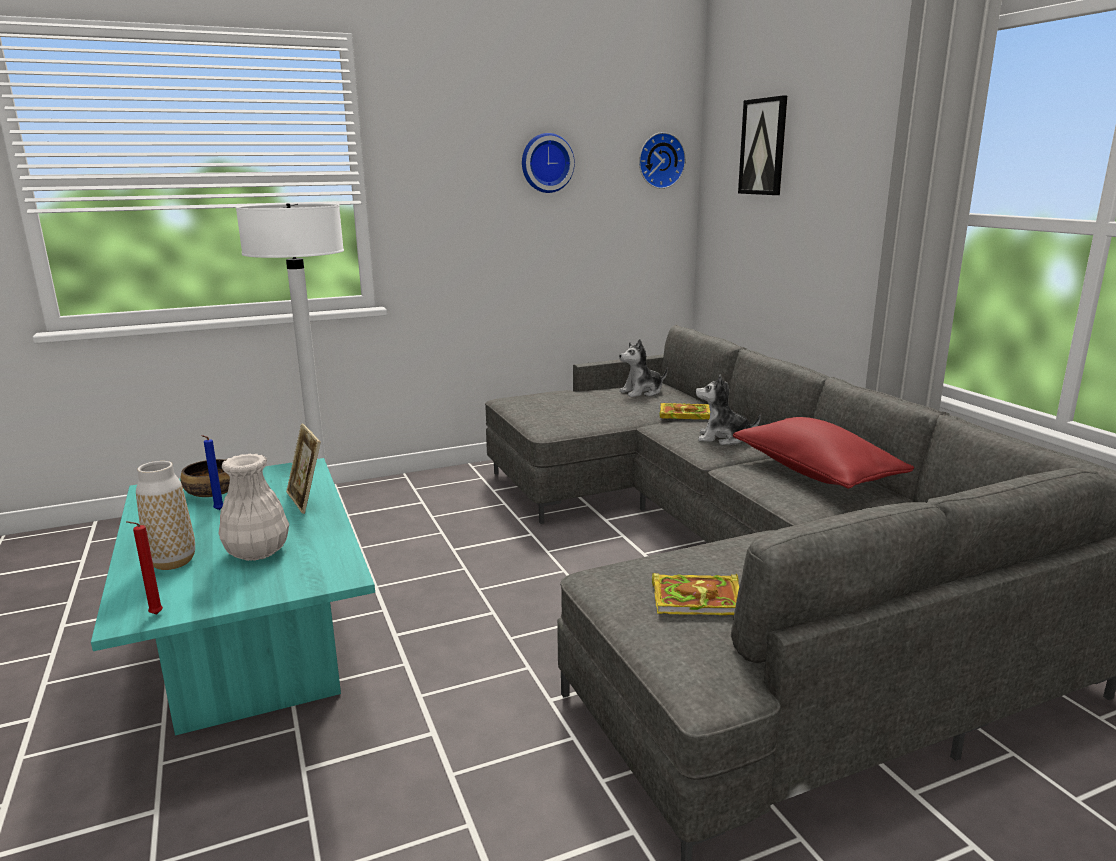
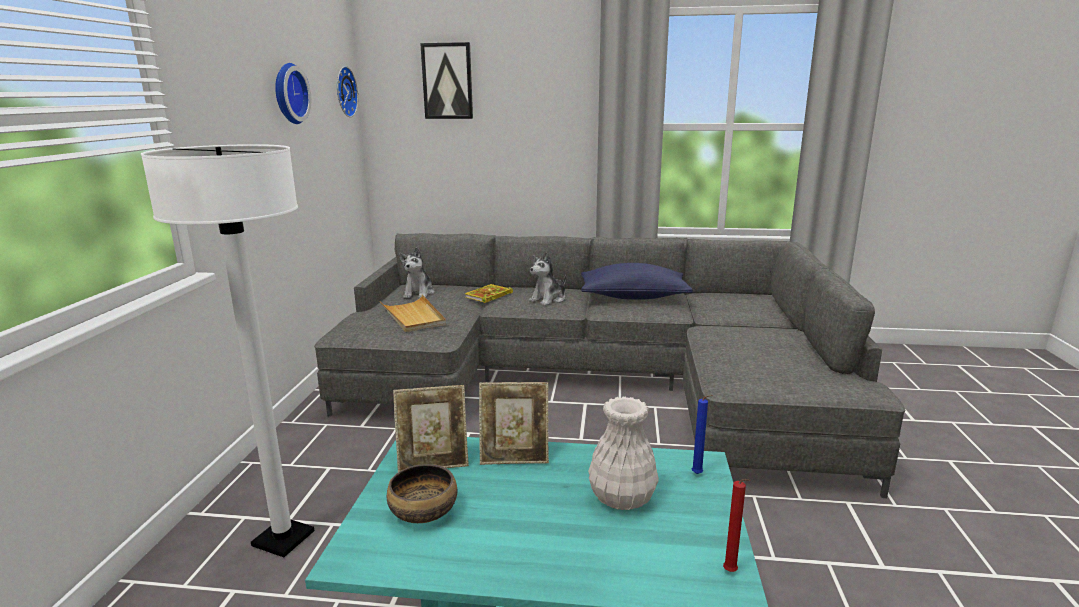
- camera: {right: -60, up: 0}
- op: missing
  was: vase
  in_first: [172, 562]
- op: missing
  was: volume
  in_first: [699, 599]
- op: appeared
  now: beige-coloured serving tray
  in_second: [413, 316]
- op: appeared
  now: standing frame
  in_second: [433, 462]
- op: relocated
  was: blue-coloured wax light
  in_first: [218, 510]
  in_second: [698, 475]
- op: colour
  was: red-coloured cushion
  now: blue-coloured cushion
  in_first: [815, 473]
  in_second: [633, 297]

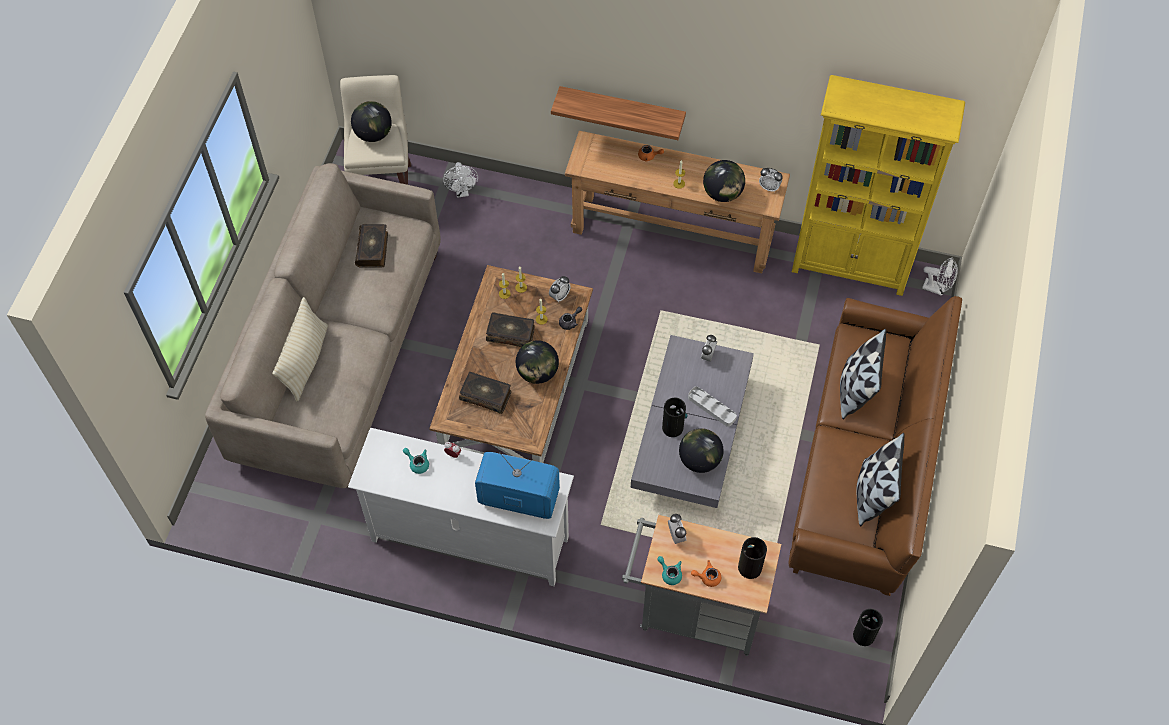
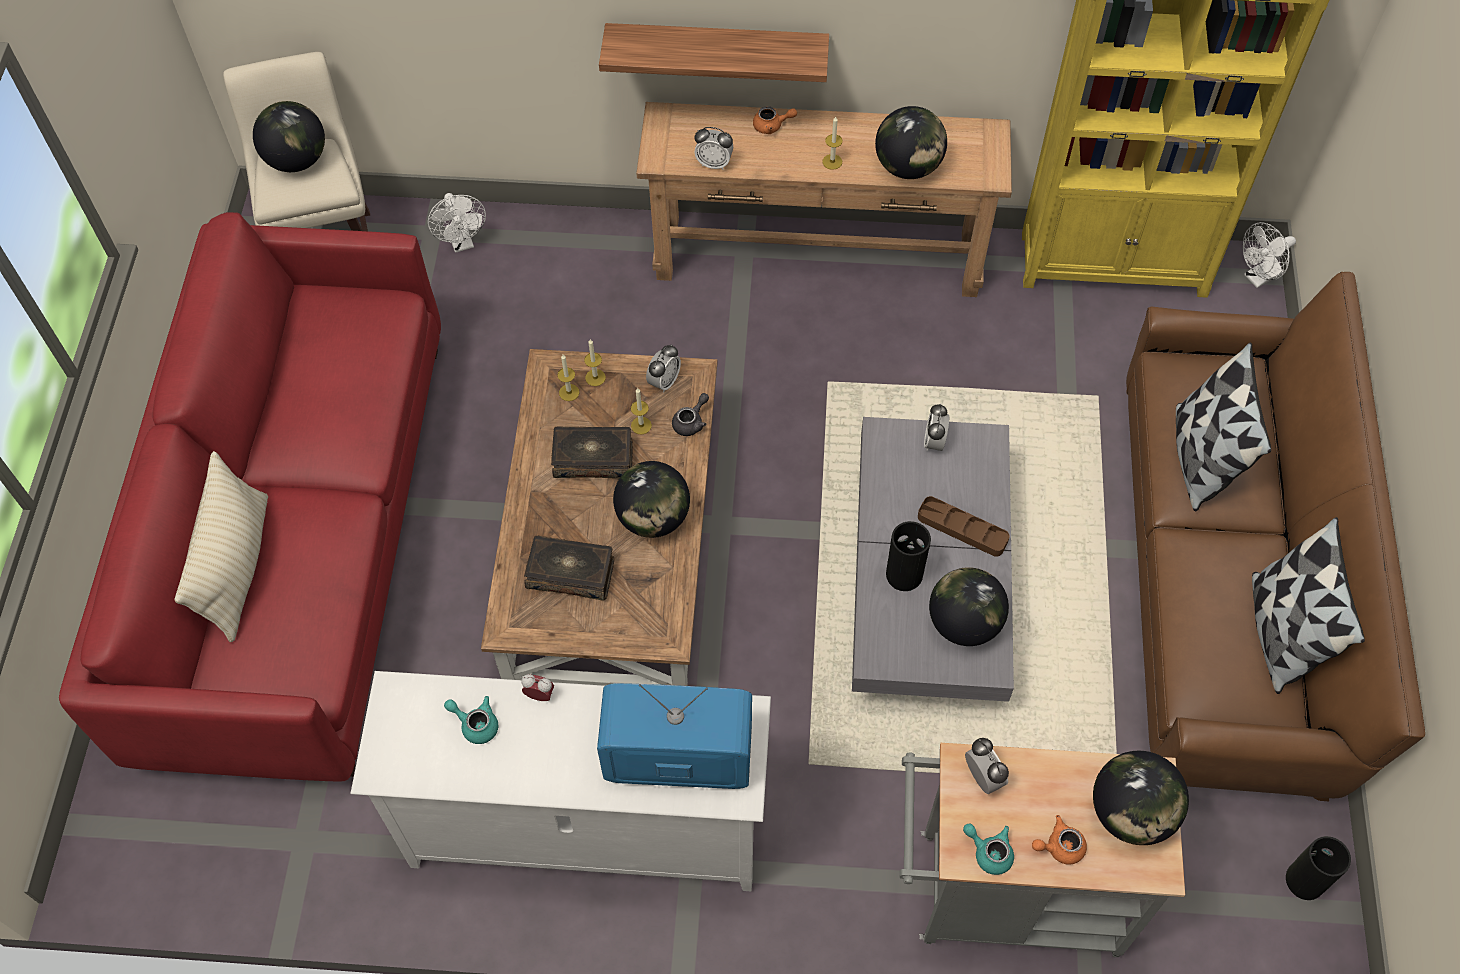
- camera: {right: -10, up: 0}
- op: missing
  was: volume
  in_first: [373, 249]
- op: relocated
  was: table clock
  in_first: [769, 187]
  in_second: [714, 163]
- op: exchanged
  was: vase
  now: world globe
  in_first: [749, 567]
  in_second: [1130, 813]
- op: colour
  was: beige-coloured settee
  now: red-coloured settee
  in_first: [339, 353]
  in_second: [299, 541]
- op: colour
  was: grey serving tray
  now: brown serving tray
  in_first: [711, 408]
  in_second: [962, 529]
- op: spun
  was: white-coloured fan
  in_first: [937, 288]
  in_second: [1258, 278]
  clockwise: 135

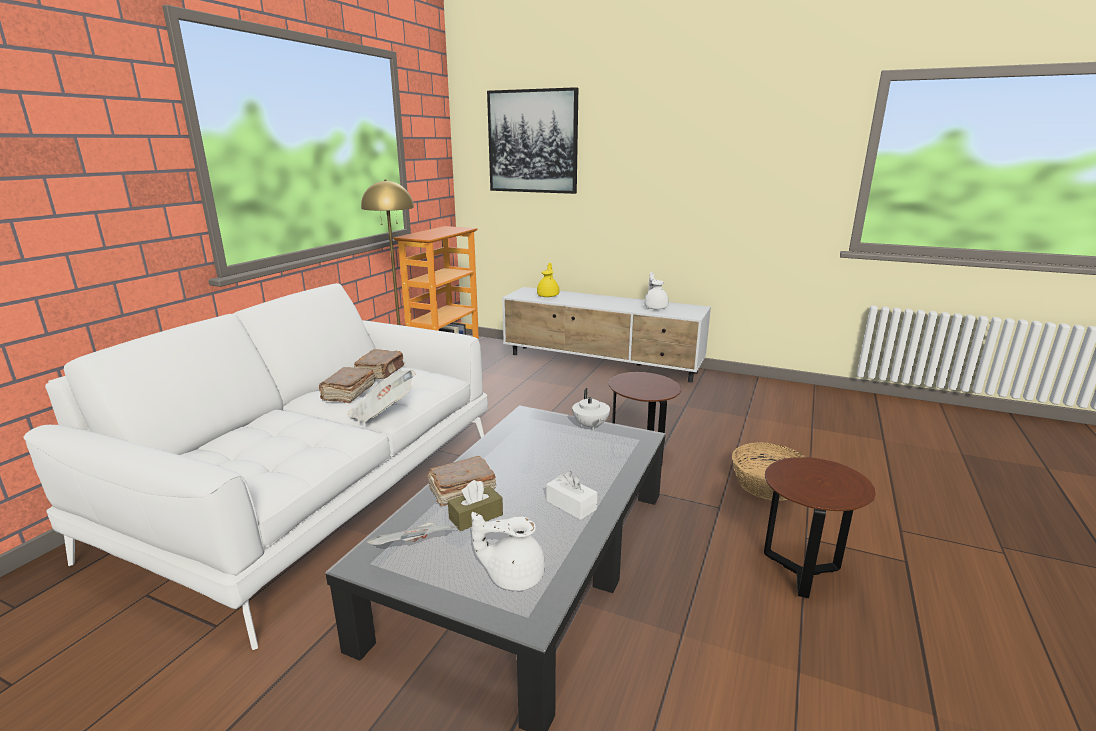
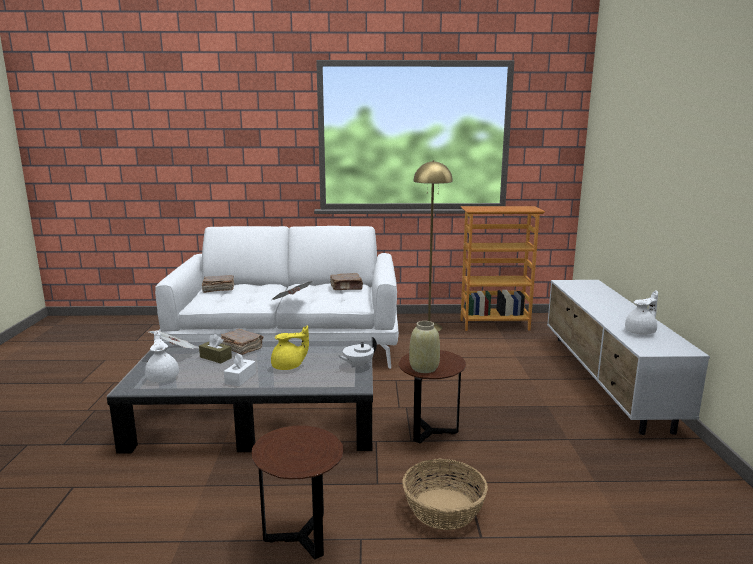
- camera: {right: 65, up: -5}
- op: missing
  was: picture
  in_first: [532, 142]
- op: appeared
  now: beige-coloured vase
  in_second: [423, 368]
- op: relocated
  was: brown volume
  in_first: [348, 393]
  in_second: [218, 289]
- op: relocated
  was: yellow-coloured tea pot
  in_first: [548, 295]
  in_second: [289, 367]

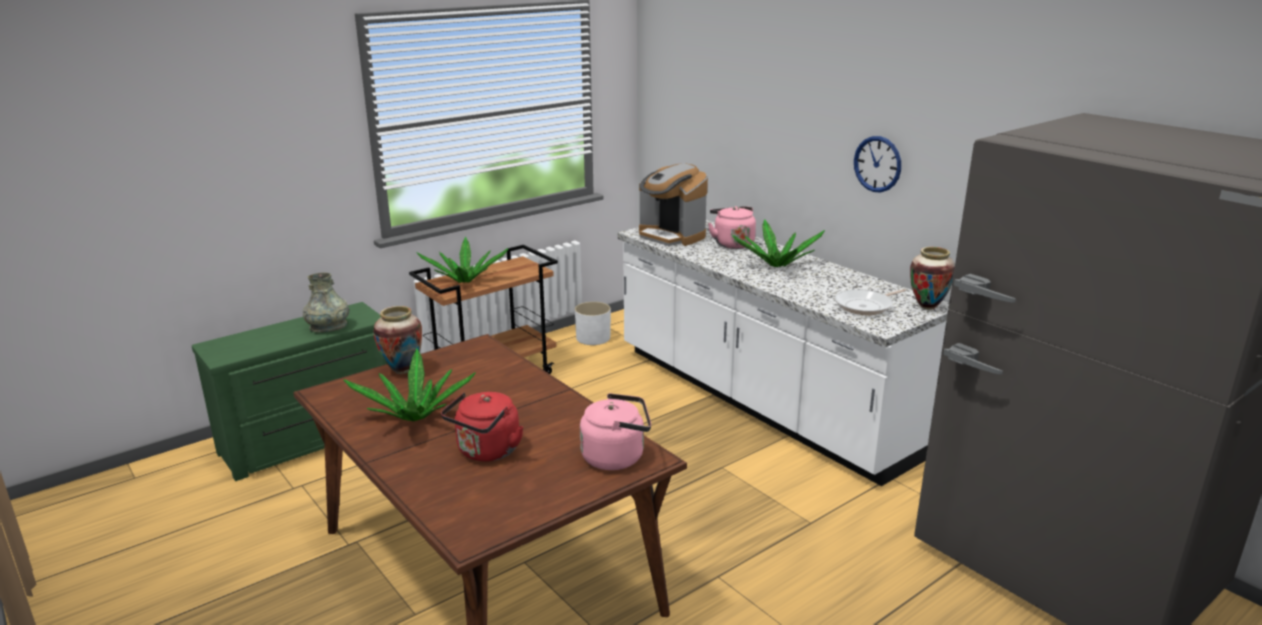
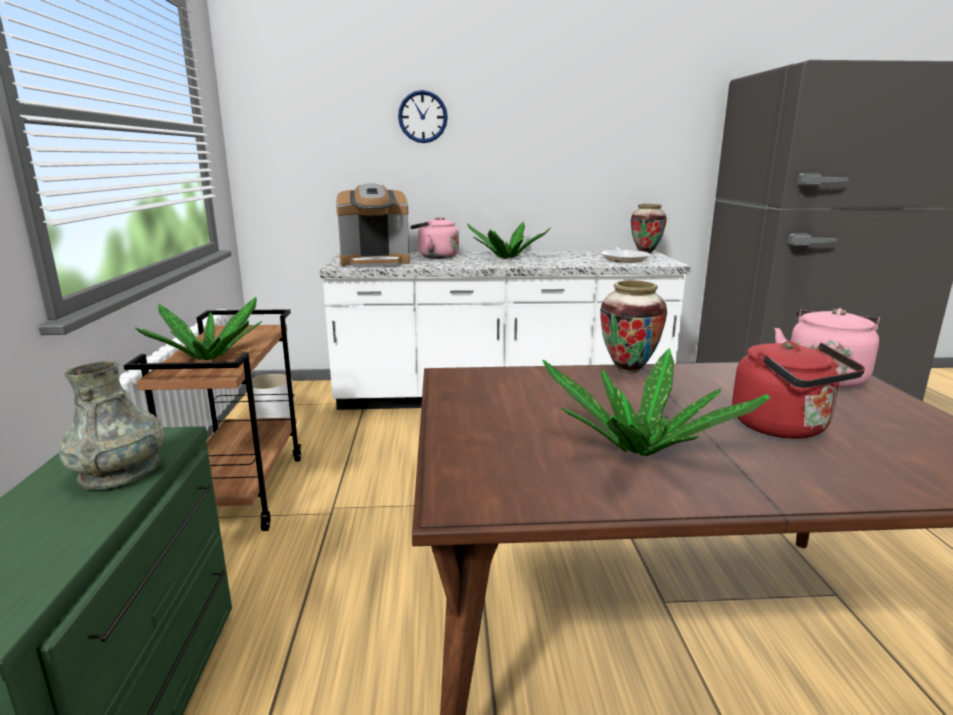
- camera: {right: -55, up: -5}
- op: relocated
  was: vase
  in_first: [402, 371]
  in_second: [628, 370]
- op: relocated
  was: hanging clock
  in_first: [877, 164]
  in_second: [422, 117]

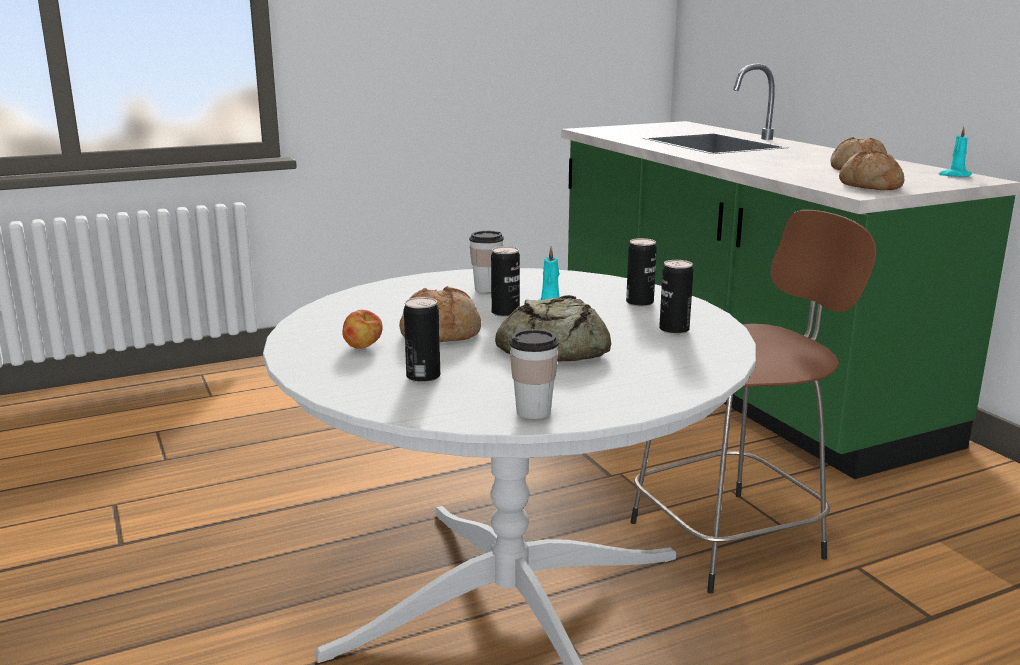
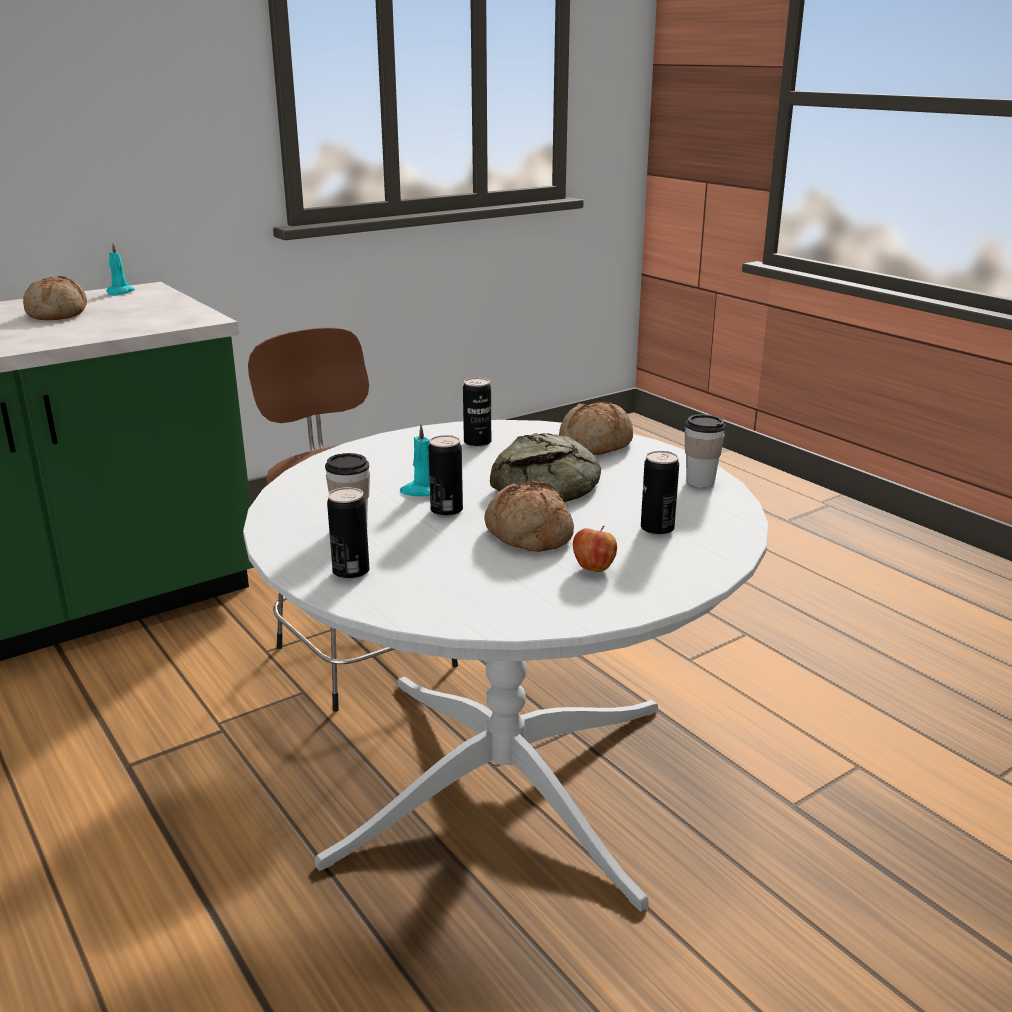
- camera: {right: -100, up: 5}
- op: relocated
  was: can
  in_first: [639, 303]
  in_second: [351, 571]
- op: relocated
  was: baked bread
  in_first: [869, 186]
  in_second: [596, 445]

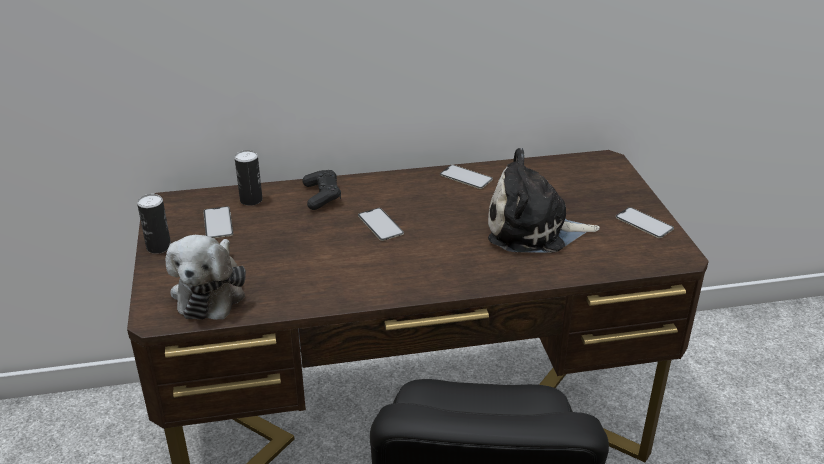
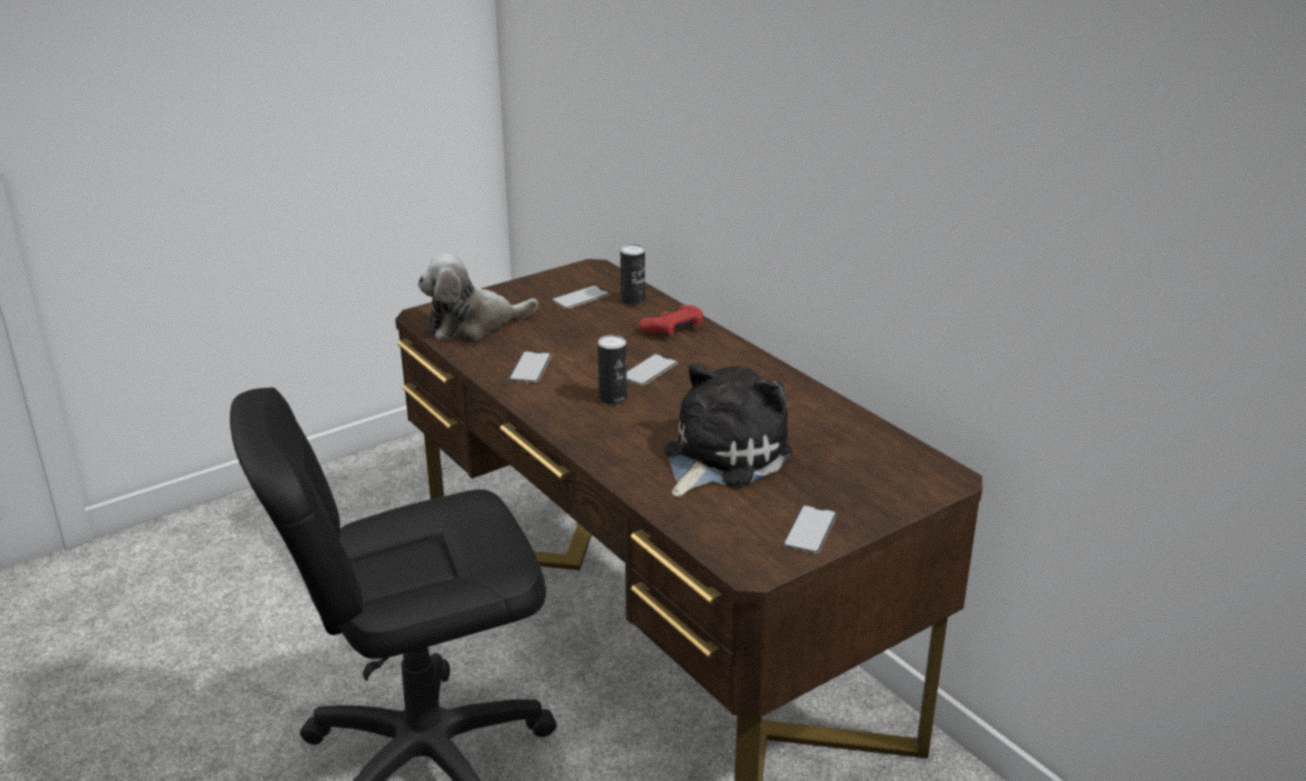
- camera: {right: 65, up: -5}
- op: relocated
  was: can
  in_first: [158, 247]
  in_second: [612, 398]
- op: relocated
  was: handset
  in_first: [466, 177]
  in_second: [530, 367]
- op: colour
  was: blackish game controller
  now: red-coloured game controller
  in_first: [322, 196]
  in_second: [673, 329]
- op: spun
  was: cuddly toy
  in_first: [533, 230]
  in_second: [720, 457]
  clockwise: 60

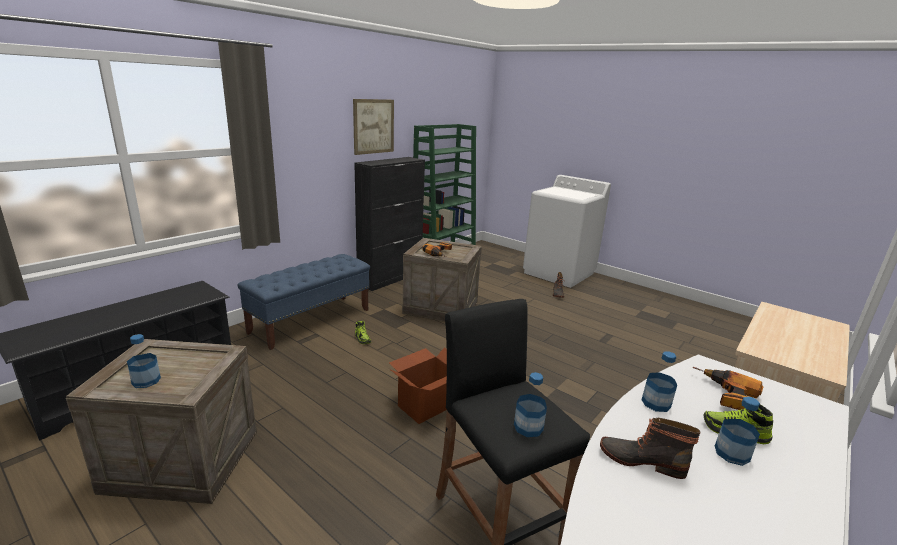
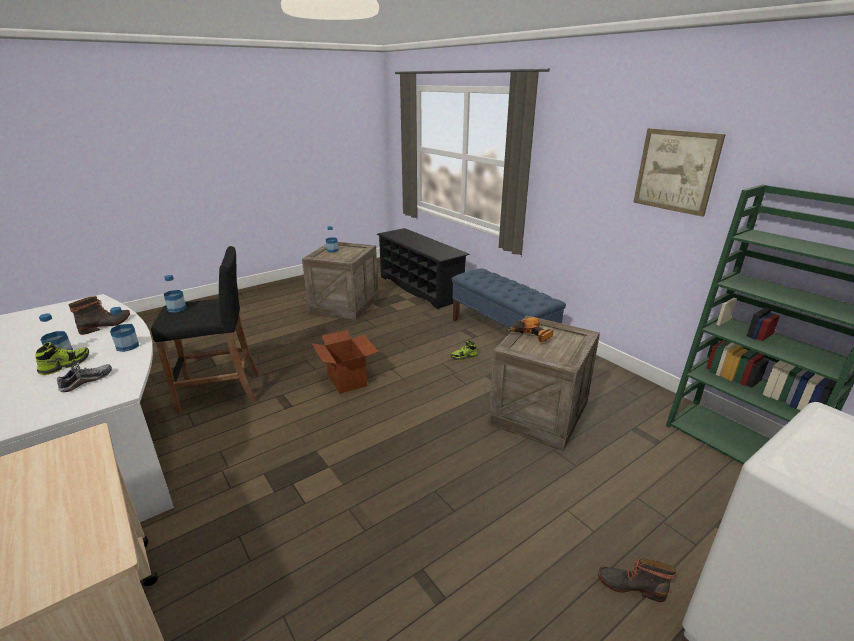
- camera: {right: 105, up: 5}
- op: missing
  was: blackish cupboard
  in_first: [390, 278]
- op: exchanged
  was: drill
  now: low shoe
  in_first: [726, 395]
  in_second: [86, 381]

